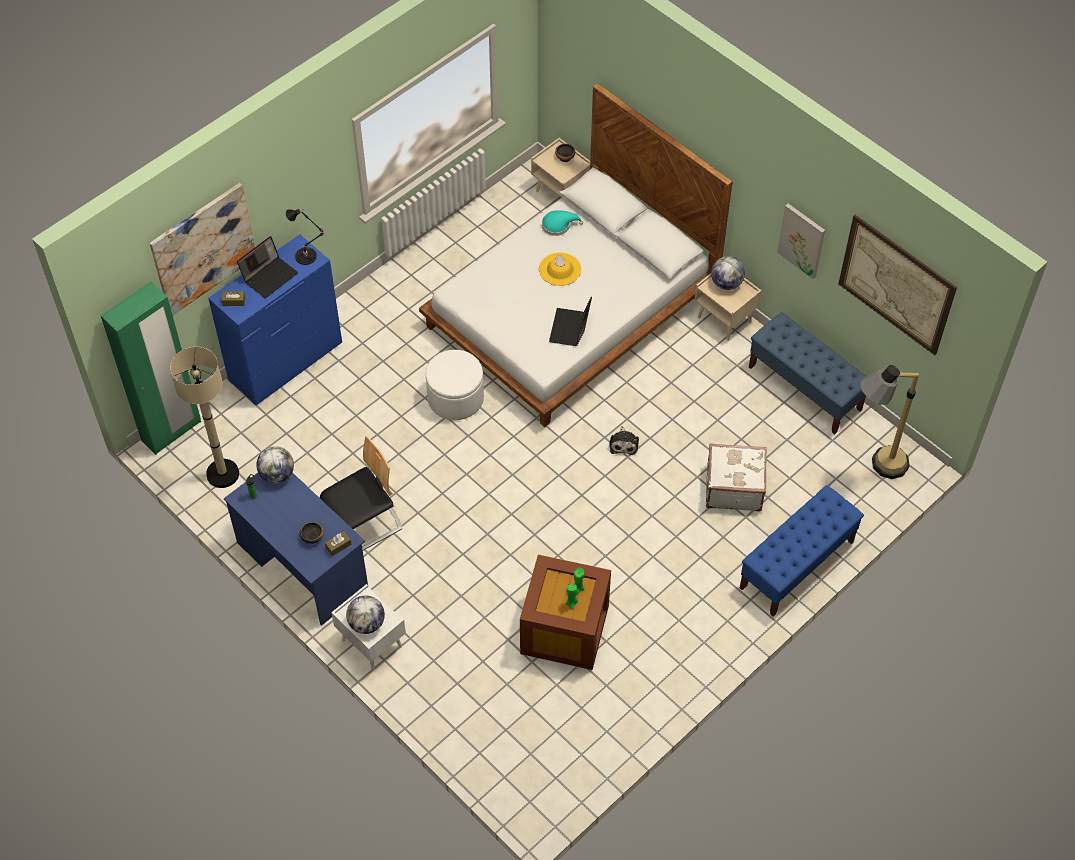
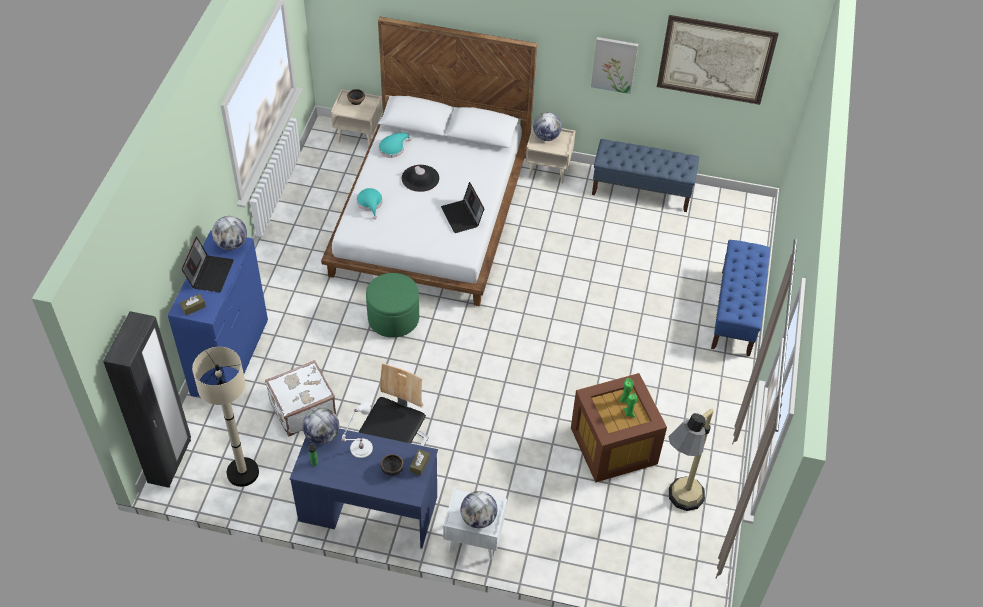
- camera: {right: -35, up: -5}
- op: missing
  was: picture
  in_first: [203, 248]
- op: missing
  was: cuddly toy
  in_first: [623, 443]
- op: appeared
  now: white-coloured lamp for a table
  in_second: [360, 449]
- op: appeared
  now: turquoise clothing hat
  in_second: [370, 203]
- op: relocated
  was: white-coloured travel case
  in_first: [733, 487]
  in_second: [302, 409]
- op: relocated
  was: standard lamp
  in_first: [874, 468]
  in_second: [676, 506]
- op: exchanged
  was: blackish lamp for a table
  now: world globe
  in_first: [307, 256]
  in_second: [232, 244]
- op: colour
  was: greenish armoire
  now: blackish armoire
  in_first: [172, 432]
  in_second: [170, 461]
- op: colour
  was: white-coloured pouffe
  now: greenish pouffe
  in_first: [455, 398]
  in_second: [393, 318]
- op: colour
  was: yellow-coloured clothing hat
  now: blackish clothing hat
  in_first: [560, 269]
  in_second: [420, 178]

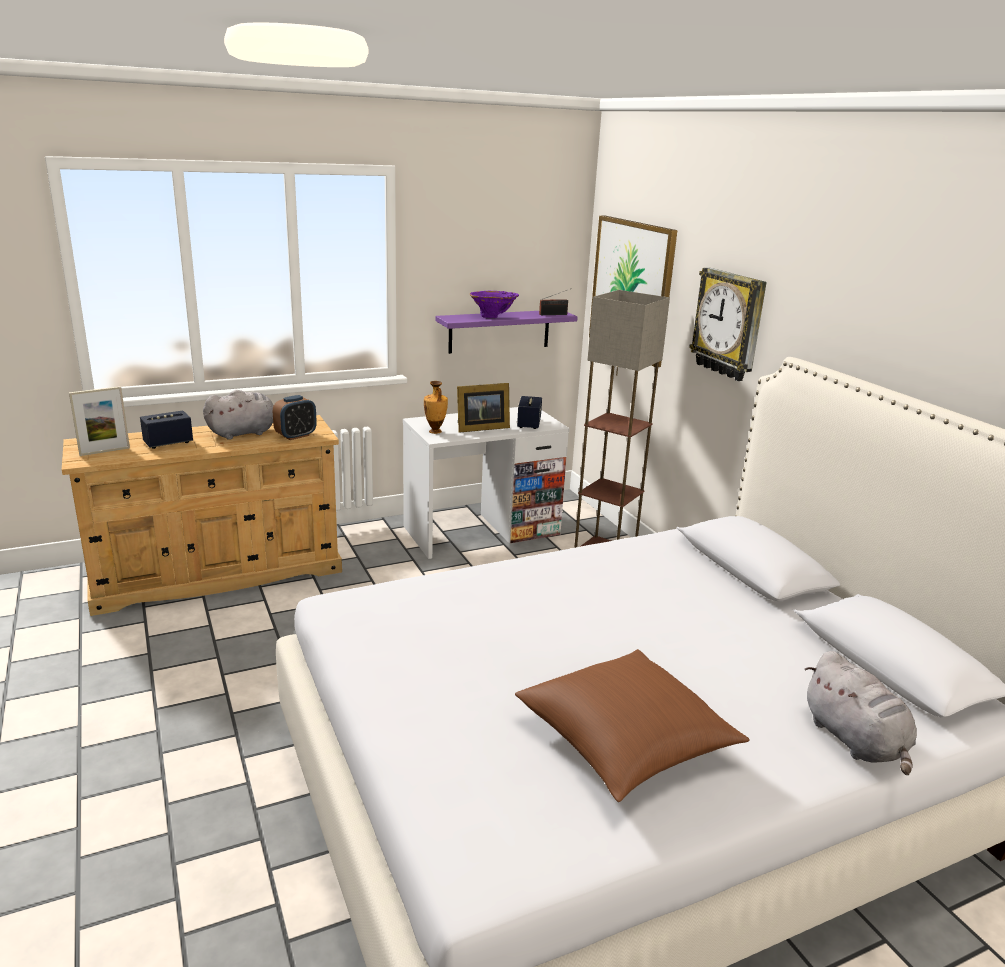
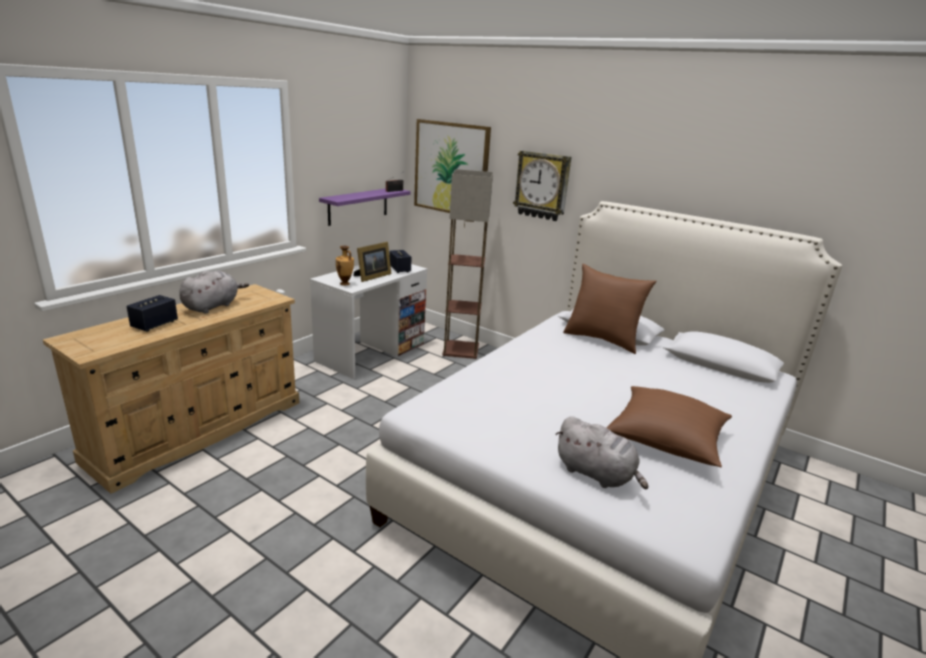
- camera: {right: -30, up: 0}
- op: missing
  was: standing frame
  in_first: [105, 451]
- op: missing
  was: table clock
  in_first: [296, 436]
- op: missing
  was: purplish vase
  in_first: [493, 317]
- op: appeared
  now: brown cushion
  in_second: [602, 339]
- op: relocated
  was: grey cuddly toy
  in_first: [855, 741]
  in_second: [597, 474]

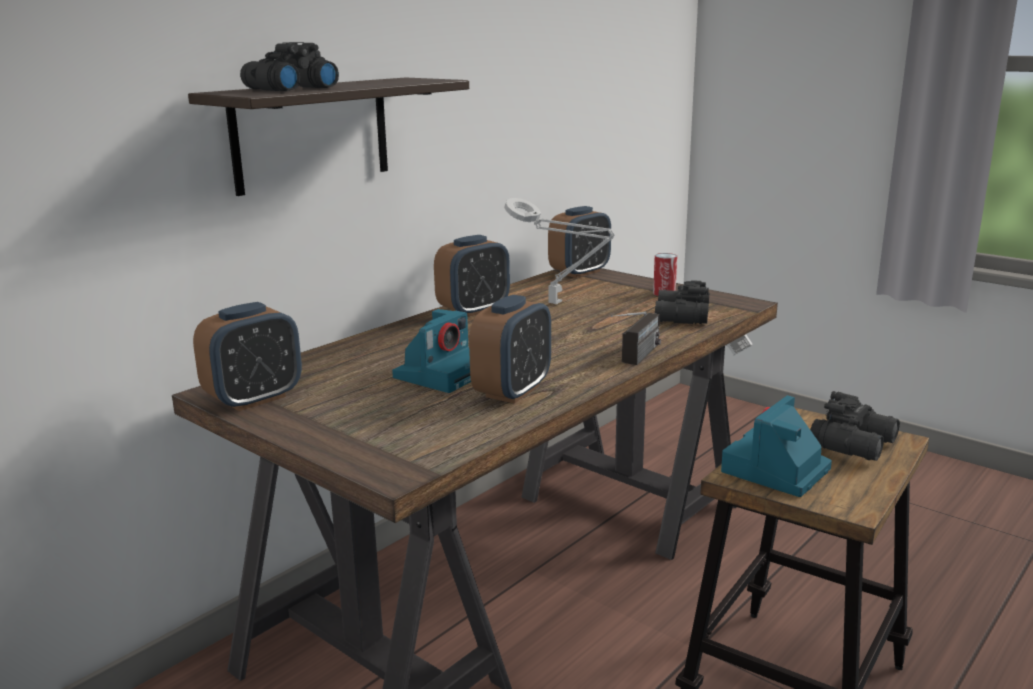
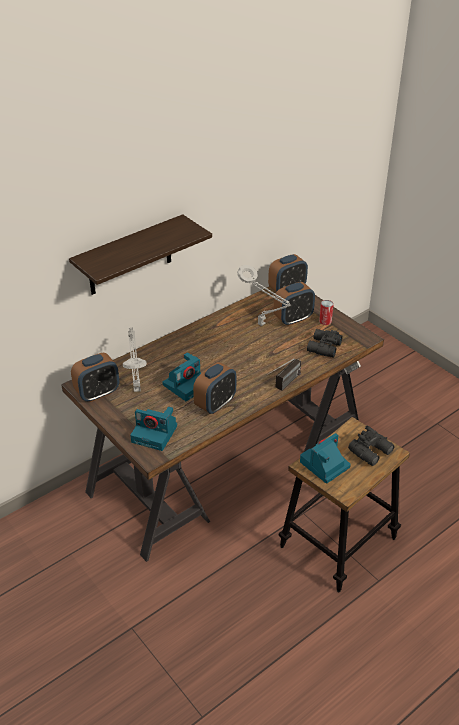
- camera: {right: 10, up: 20}
- op: missing
  was: blackish pair of binoculars
  in_first: [288, 89]
- op: appeared
  now: grey lamp for a table
  in_second: [137, 388]
- op: appeared
  now: photo camera
  in_second: [155, 434]
- op: relocated
  was: table clock
  in_first: [474, 310]
  in_second: [293, 319]

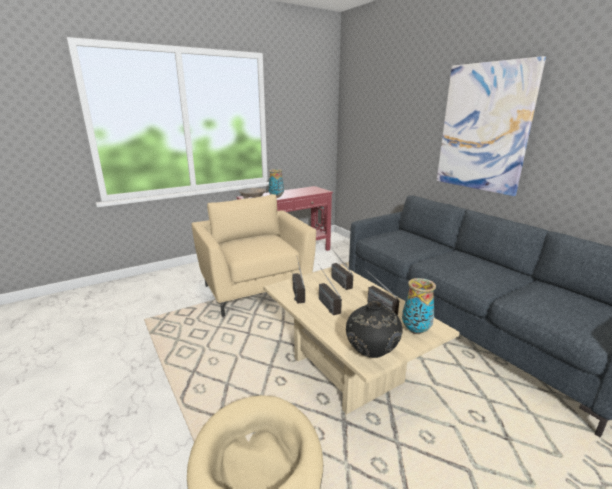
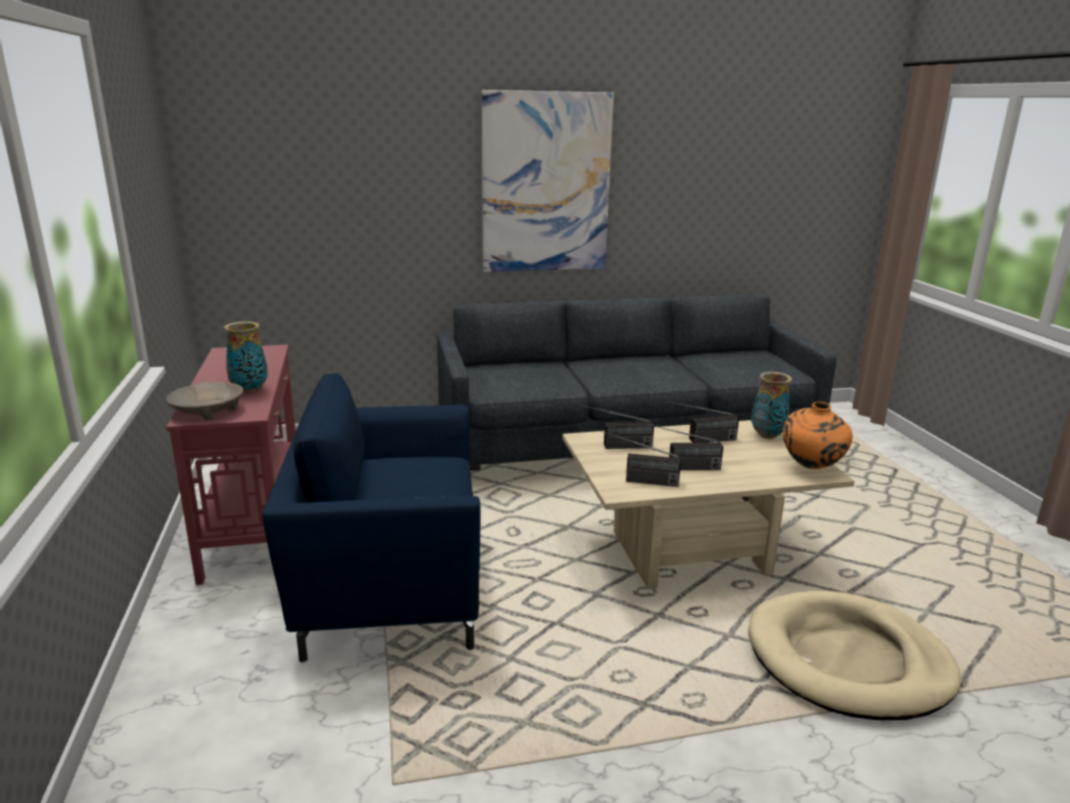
- camera: {right: -70, up: 0}
- op: colour
  was: beige-coloured lounge chair
  now: blue-coloured lounge chair
  in_first: [255, 289]
  in_second: [387, 590]
- op: colour
  was: blackish vase
  now: orange-coloured vase
  in_first: [371, 354]
  in_second: [811, 468]

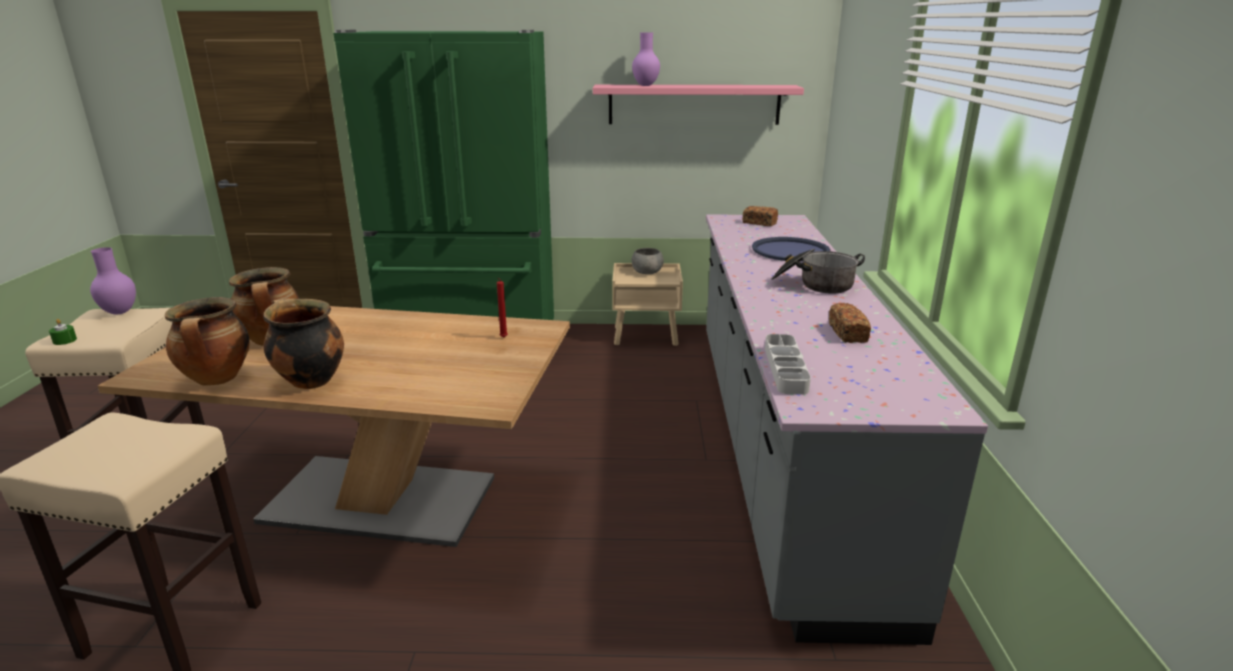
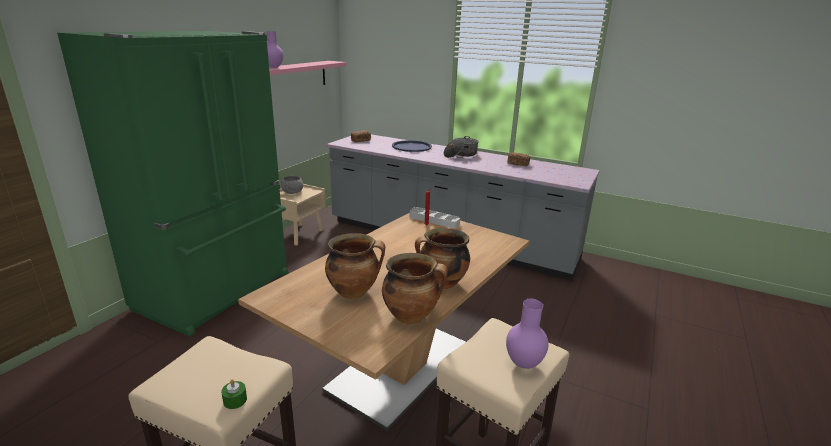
- camera: {right: -65, up: 0}
- op: relocated
  was: purplish vase
  in_first: [119, 312]
  in_second: [523, 364]
- op: relocated
  was: grey serving tray
  in_first: [785, 368]
  in_second: [434, 220]

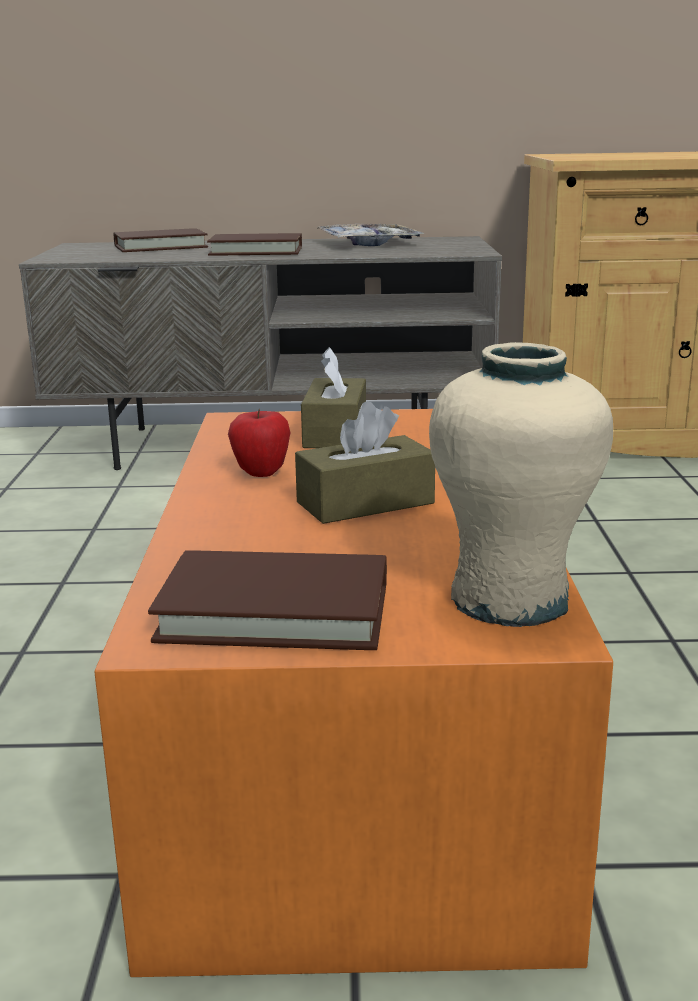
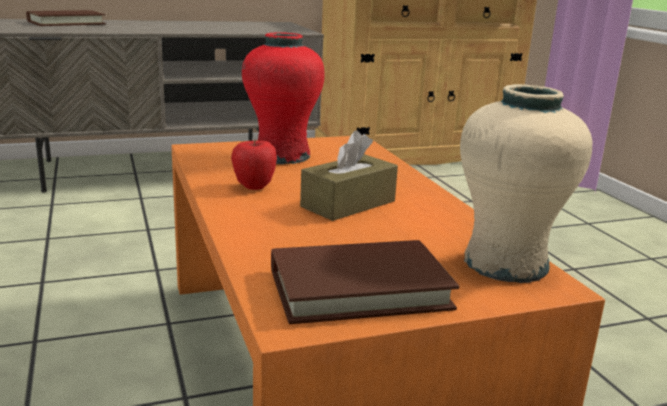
- camera: {right: -20, up: 0}
- op: missing
  was: brown volume
  in_first: [256, 251]
- op: missing
  was: serving tray
  in_first: [369, 244]
- op: exchanged
  was: brown tissue holder
  now: red-coloured vase
  in_first: [335, 433]
  in_second: [281, 156]

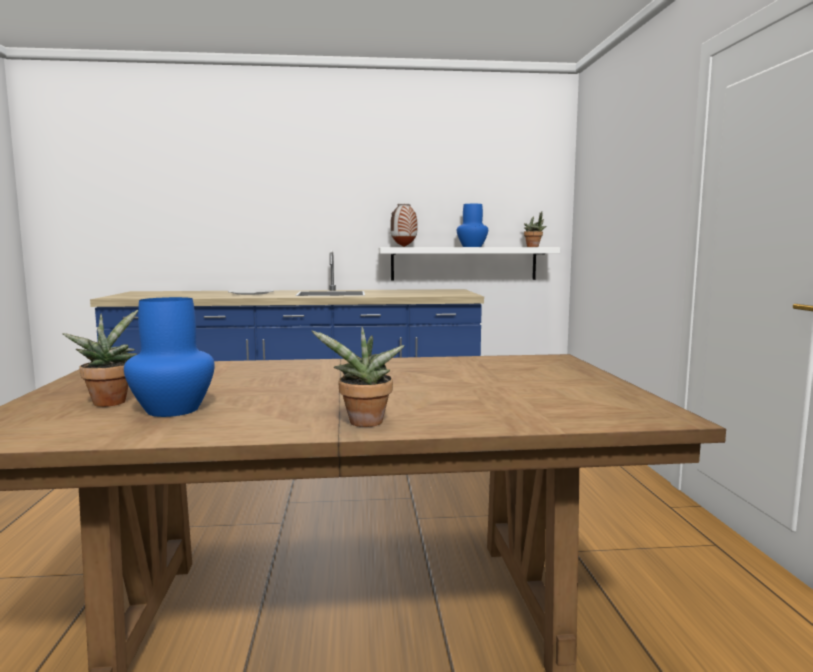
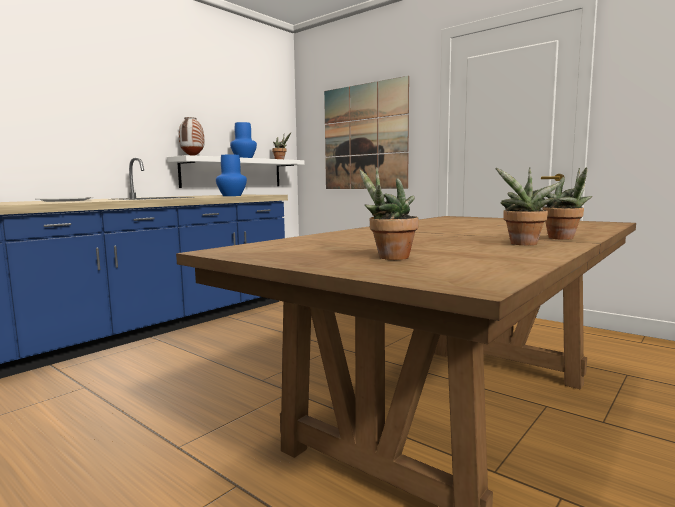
- camera: {right: -45, up: 0}
- op: appeared
  now: picture
  in_second: [364, 137]
- op: appeared
  now: houseplant
  in_second: [523, 244]
- op: relocated
  was: blue-coloured vase
  in_first: [171, 410]
  in_second: [231, 196]

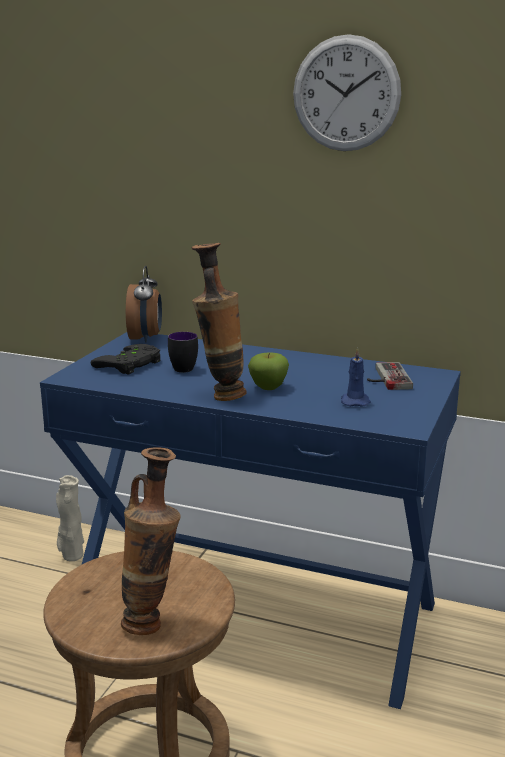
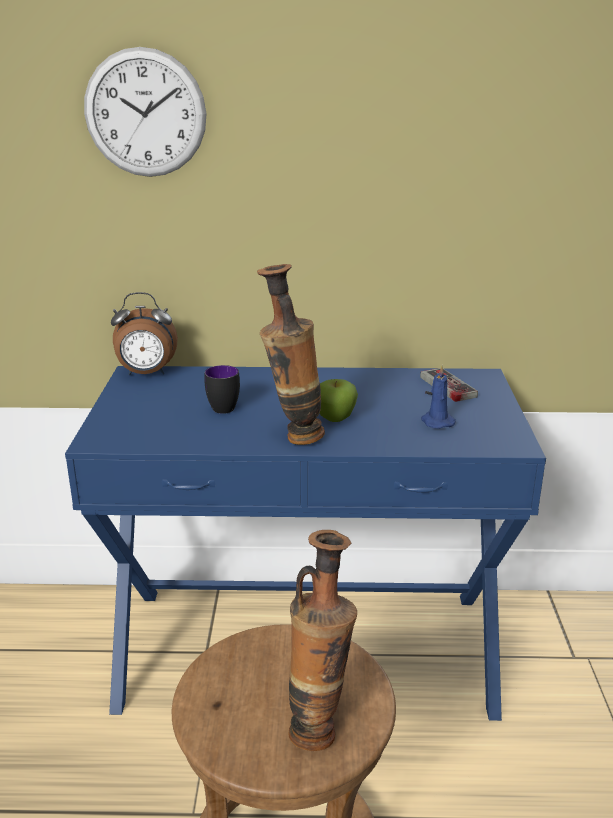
- camera: {right: -20, up: 5}
- op: missing
  was: beige-coloured vase
  in_first: [71, 556]
- op: missing
  was: blackish game controller
  in_first: [131, 365]
- op: relocated
  was: hanging clock
  in_first: [346, 94]
  in_second: [145, 113]
- op: spun
  was: table clock
  in_first: [146, 338]
  in_second: [146, 374]
  clockwise: 105

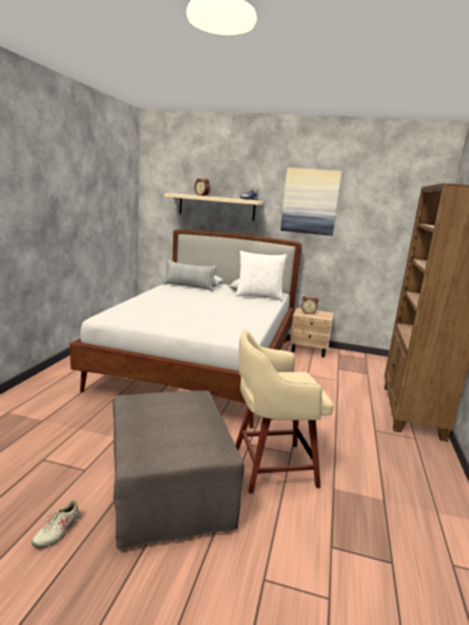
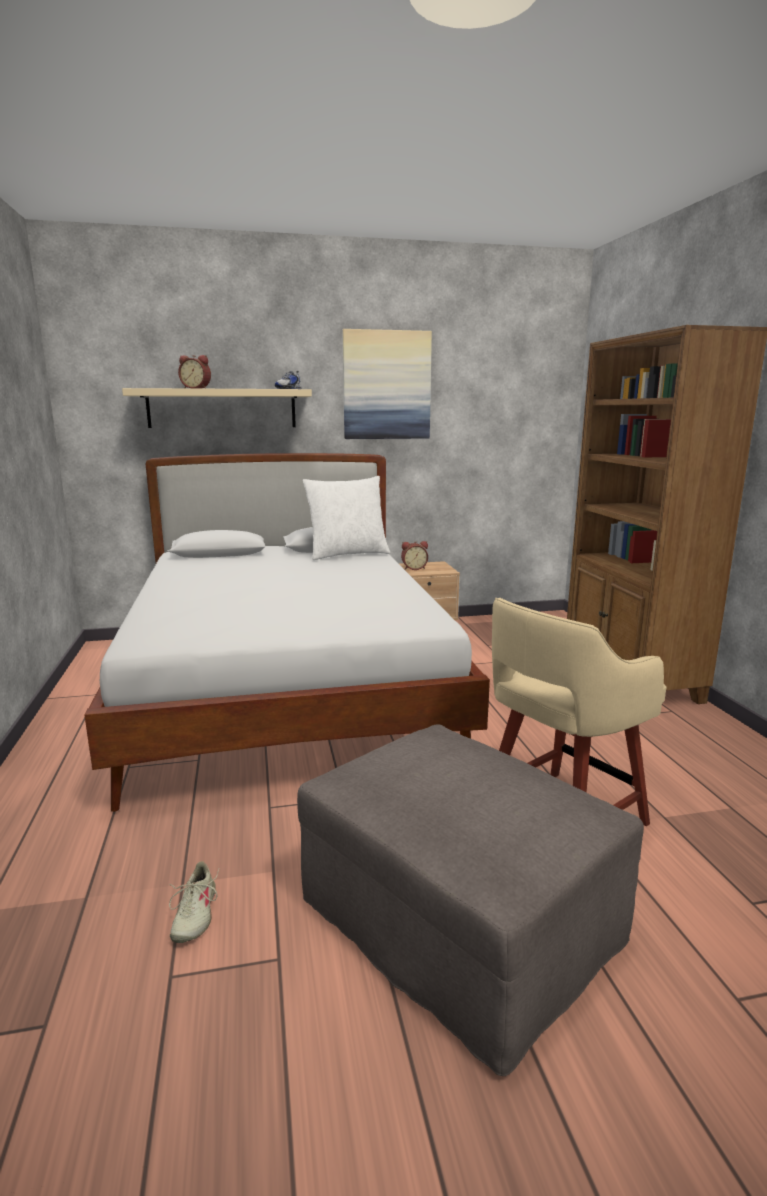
- camera: {right: -25, up: 0}
- op: missing
  was: cushion
  in_first: [188, 287]
- op: relocated
  was: beige-coloured low shoe
  in_first: [57, 531]
  in_second: [194, 915]

